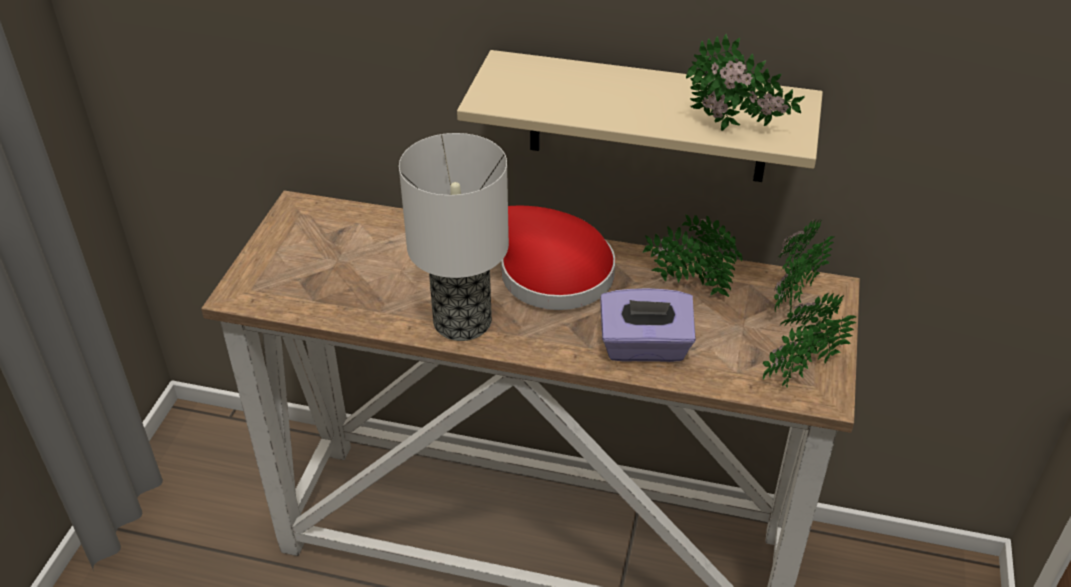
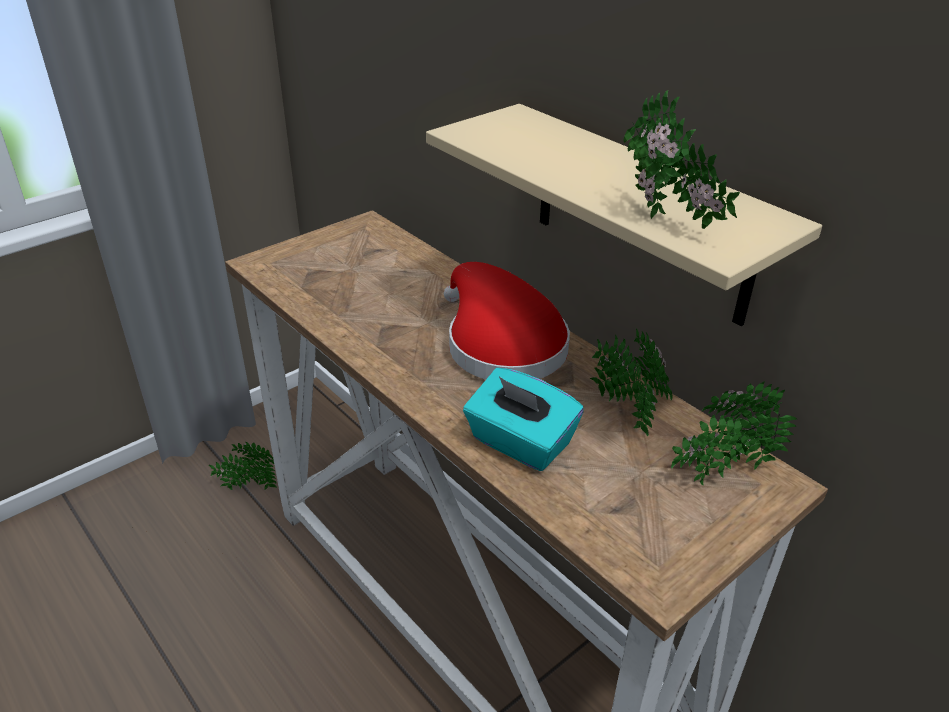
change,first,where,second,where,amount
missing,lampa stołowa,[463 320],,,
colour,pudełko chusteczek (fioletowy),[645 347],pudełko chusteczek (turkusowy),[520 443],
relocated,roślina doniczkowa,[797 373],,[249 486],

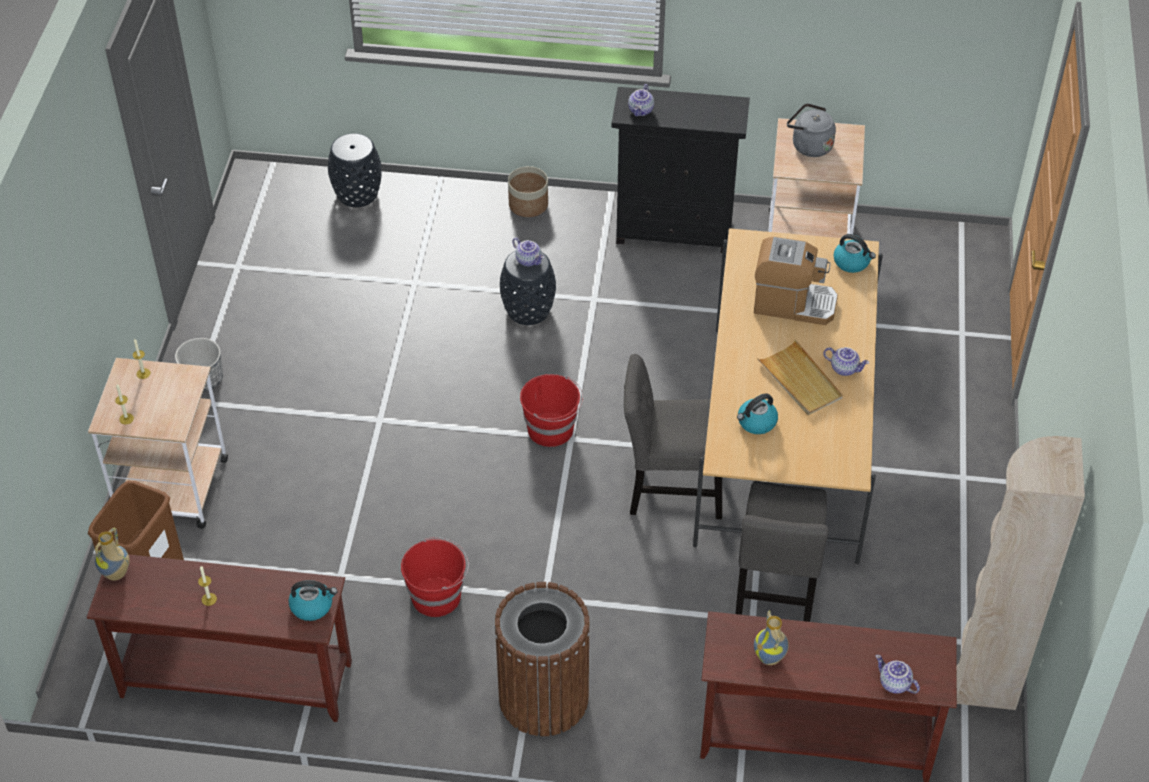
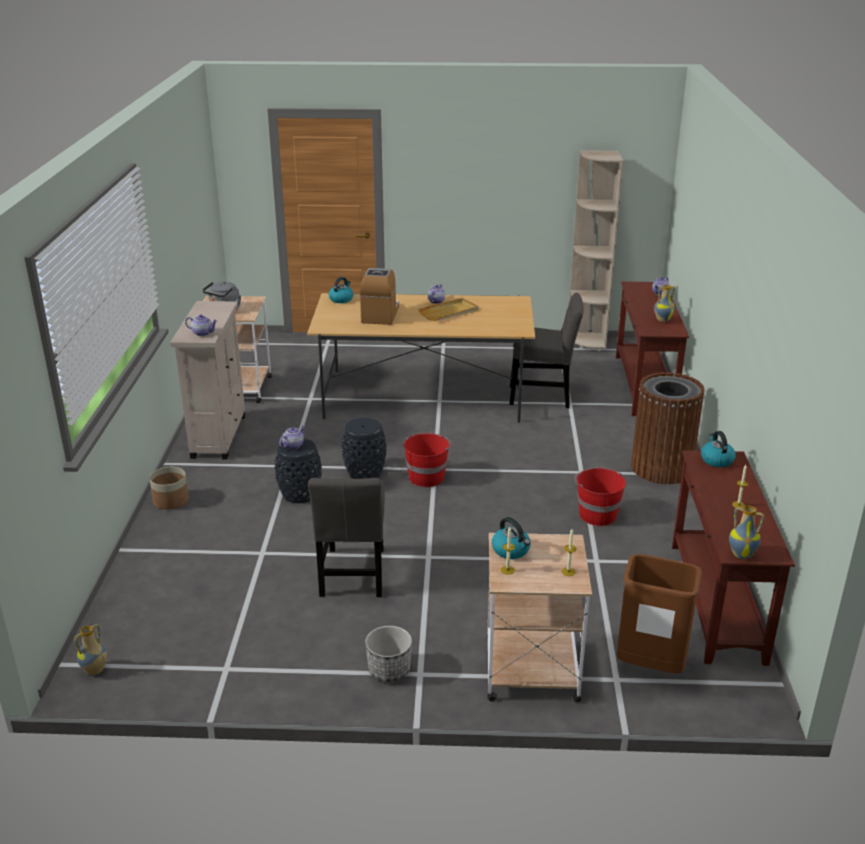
change,first,where,second,where,amount
colour,szafka (czarny),[675 231],szafka (beżowy),[218 436],
relocated,stołek (czarny),[357 194],,[364 472],
relocated,krzesło (szary),[671 490],,[353 576],
relocated,czajnik,[756 422],,[511 550],
appeared,,,wazon,[95 670],

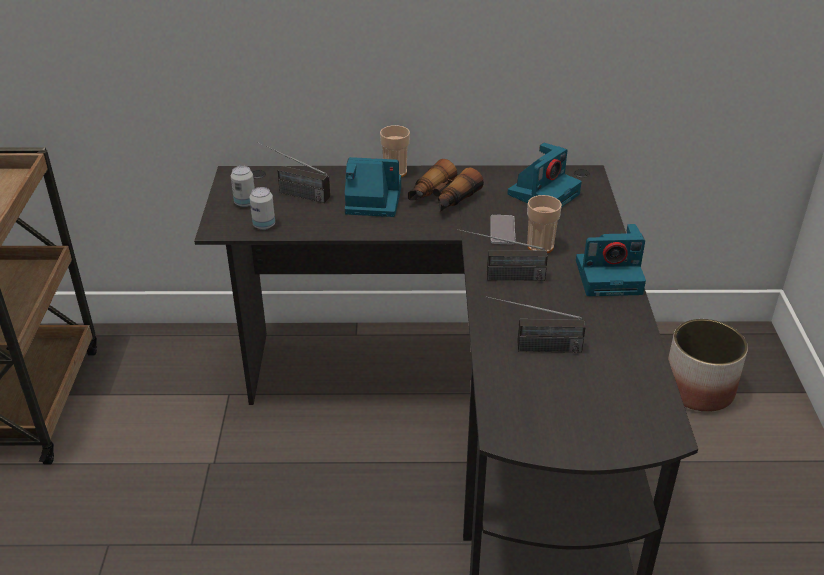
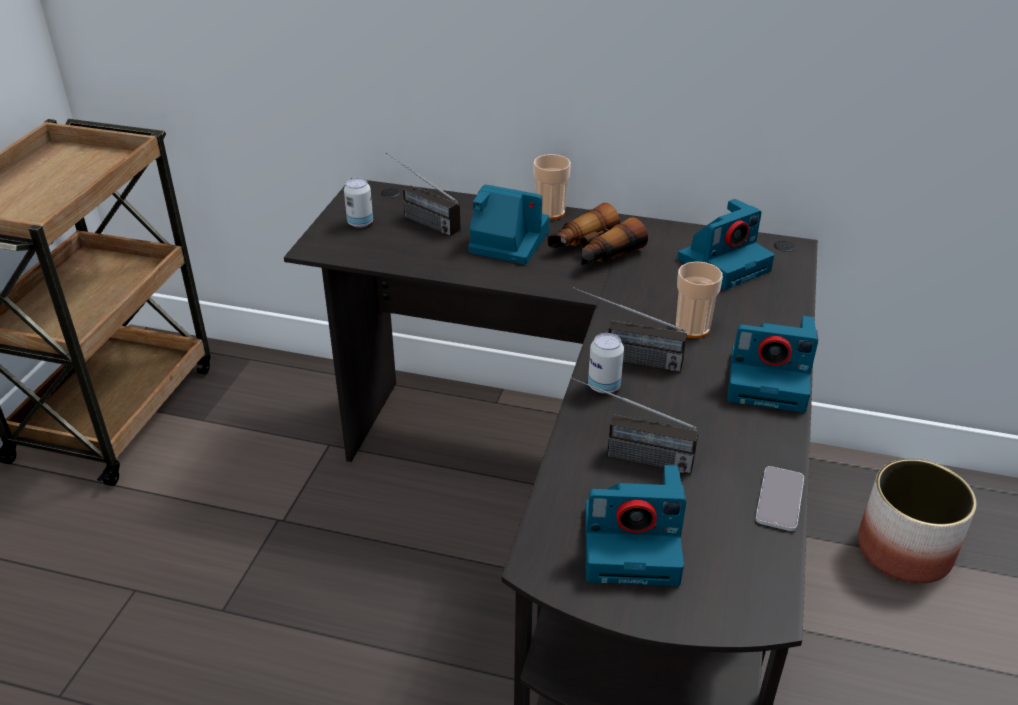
change,first,where,second,where,amount
relocated,puszka,[264 225],,[604 386],
relocated,telefon,[502 230],,[779 499],
appeared,,,aparat fotograficzny,[633 544],

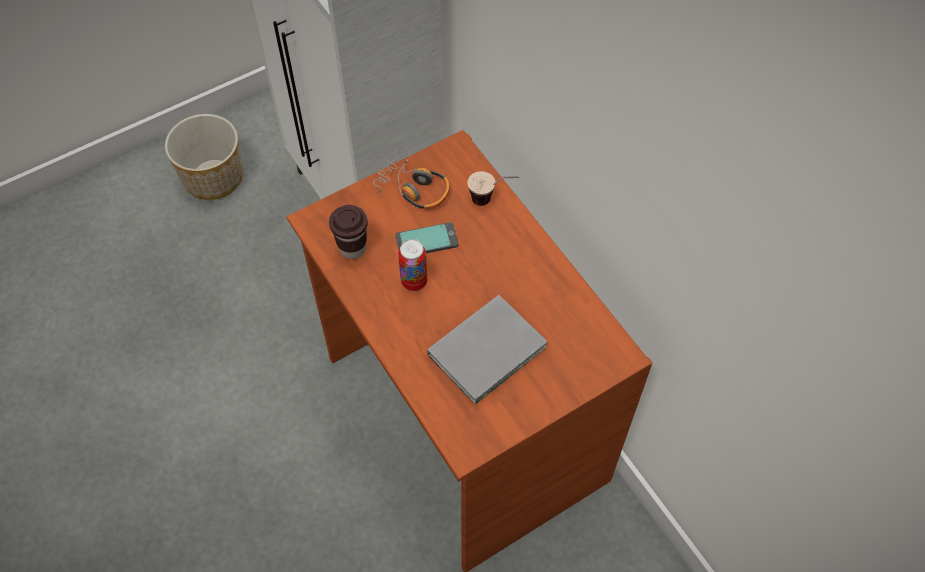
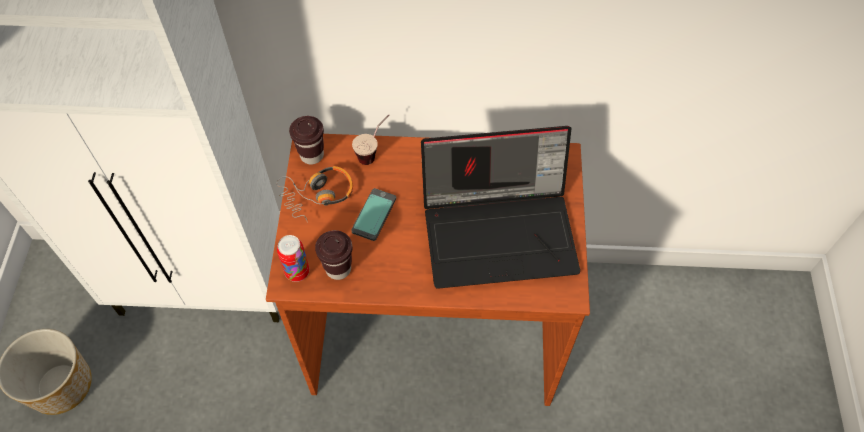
change,first,where,second,where,amount
relocated,puszka,[414 281],,[297 272],
exchanged,książka (szary),[490 350],laptop,[500 230],
appeared,,,filiżanka (brązowy),[312 155],

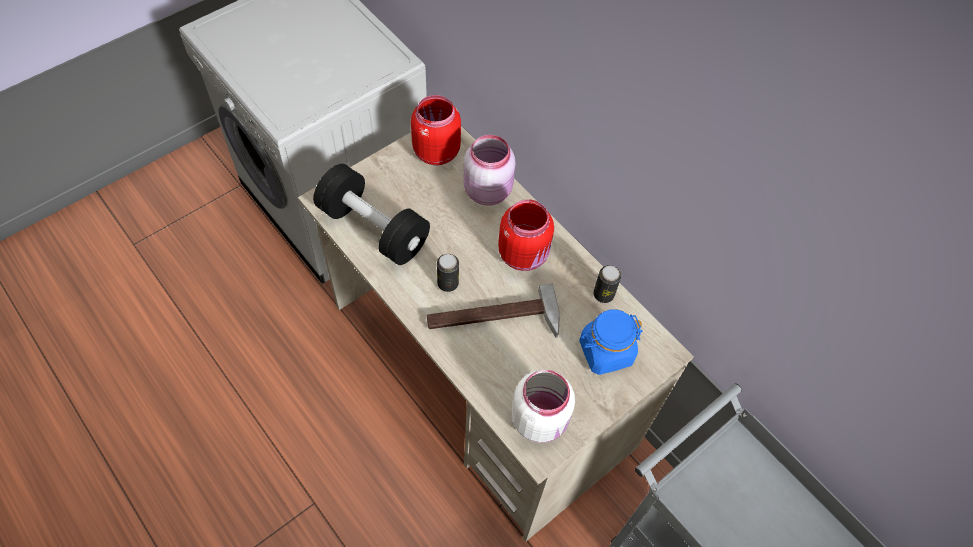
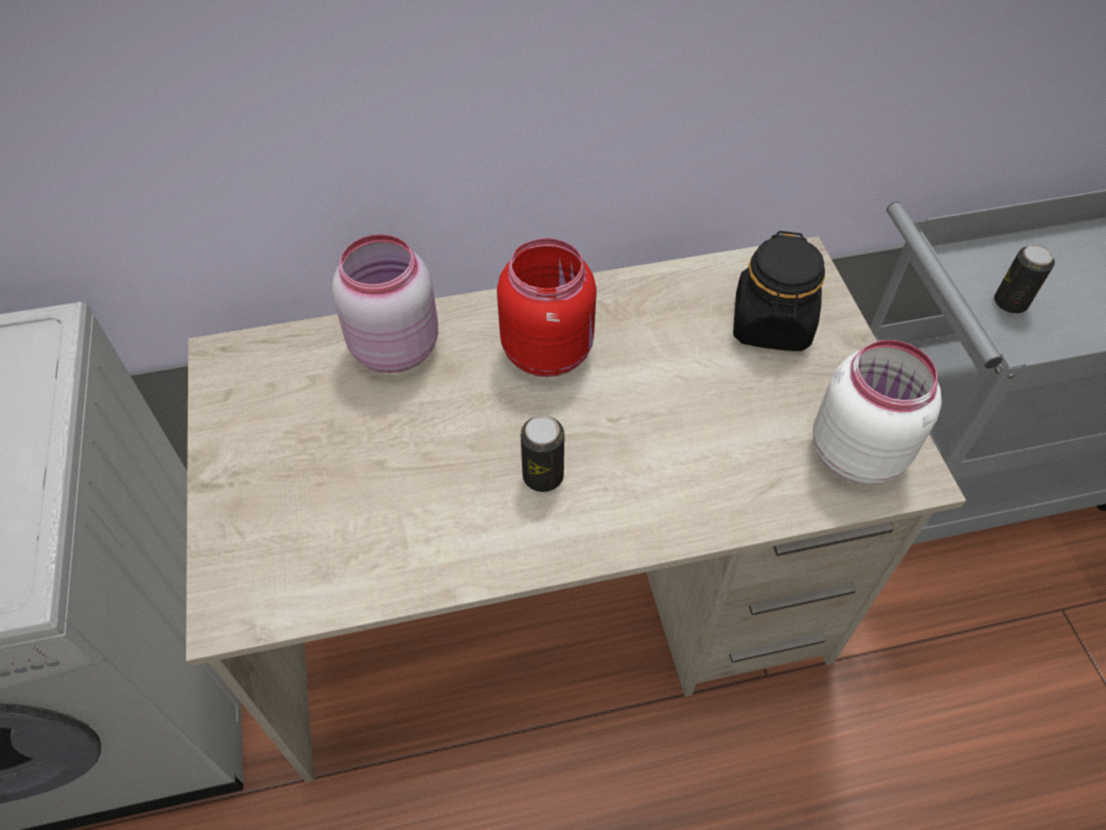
change,first,where,second,where,amount
missing,słoik (czerwony),[435 152],,,
missing,hantel (czarny),[373 228],,,
relocated,puszka,[603 294],,[1010 302],
missing,młotek,[493 321],,,
colour,słoik (niebieski),[605 352],słoik (czarny),[771 324],

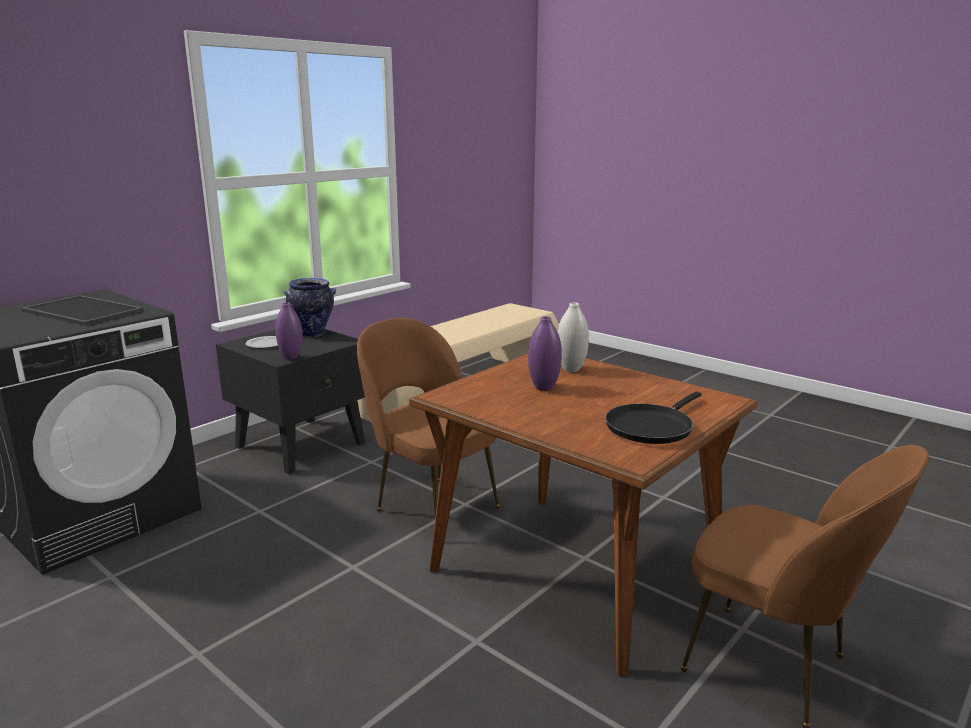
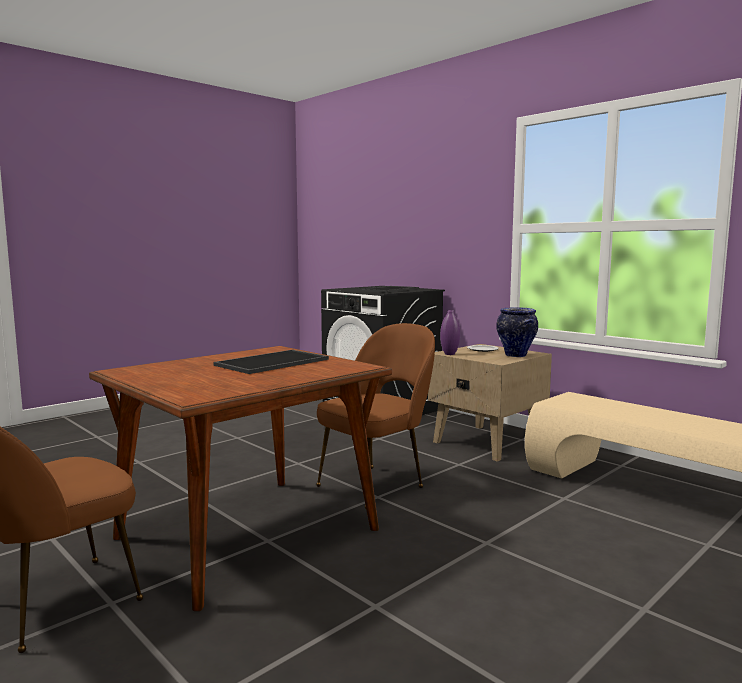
change,first,where,second,where,amount
missing,wazon (biały),[571 370],,,
exchanged,wazon (fioletowy),[544 388],taca,[272 362],
colour,szafka nocna (czarny),[301 444],szafka nocna (beżowy),[488 442],
missing,patelnia (czarny),[651 427],,,

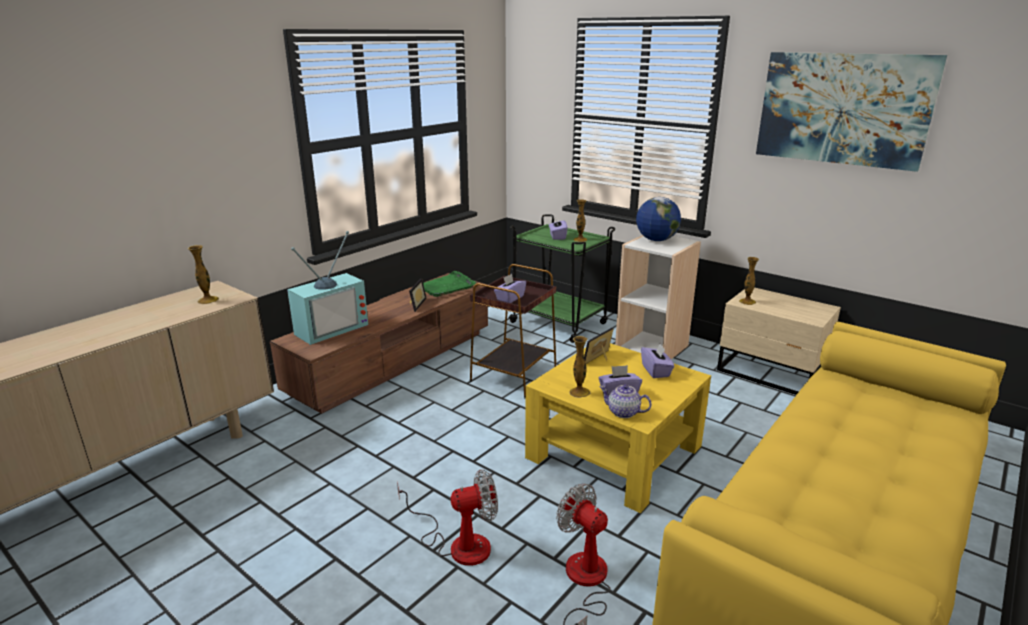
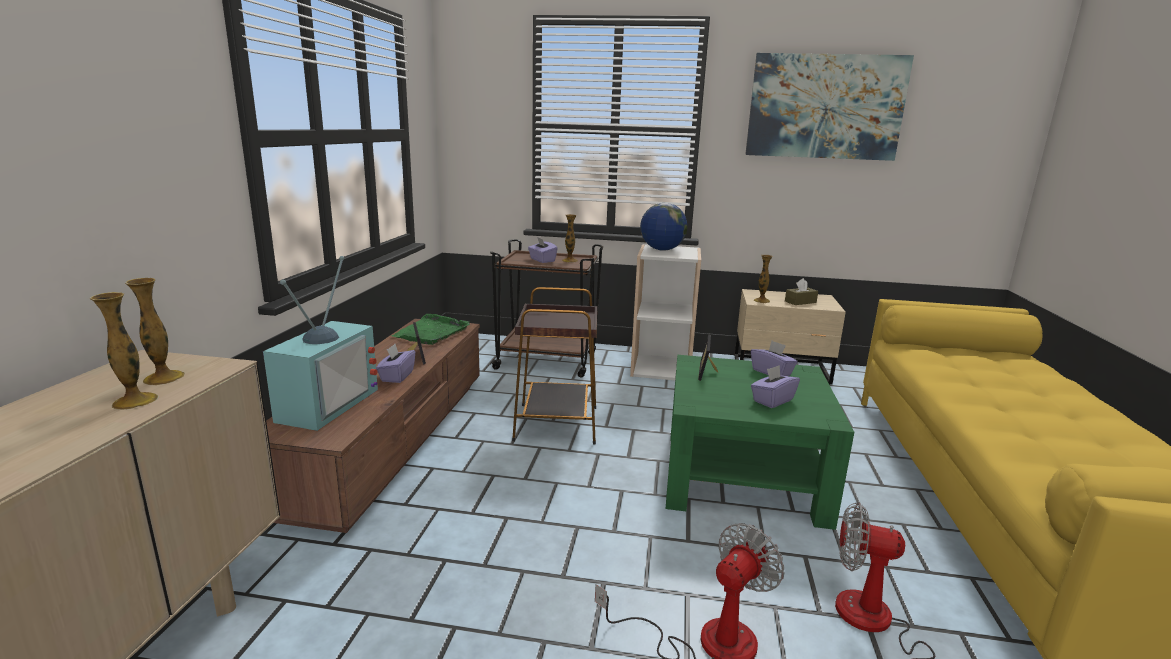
change,first,where,second,where,amount
colour,wózek (zielony),[559 323],wózek (brązowy),[547 361],
relocated,pudełko chusteczek (fioletowy),[510 298],,[397 376],
relocated,wazon,[579 392],,[135 401],
colour,ława (żółty),[614 452],ława (zielony),[742 475],
missing,imbryk,[623 412],,,
appeared,,,pudełko chusteczek (brązowy),[800 302],

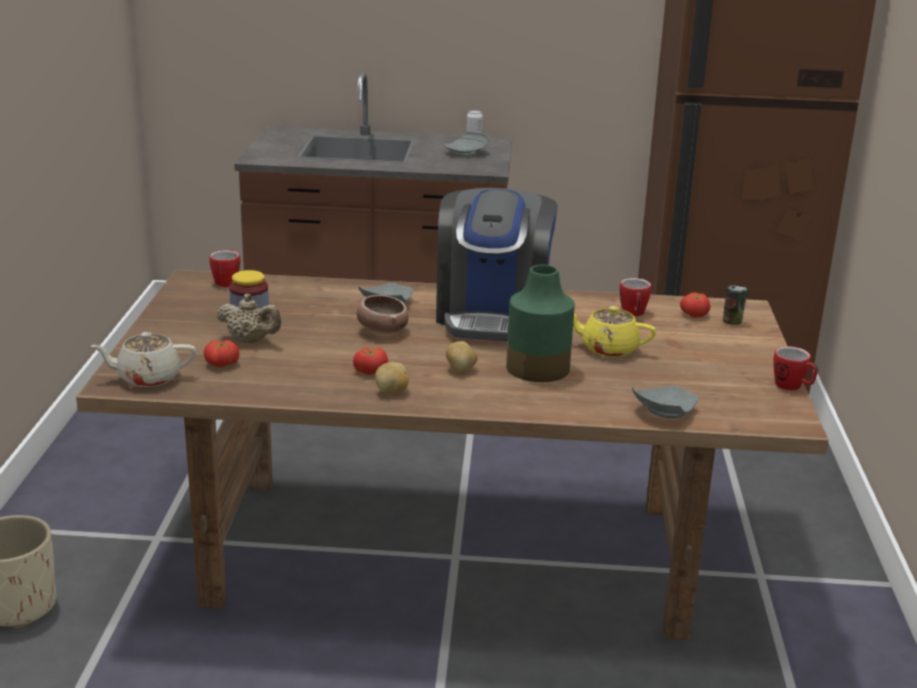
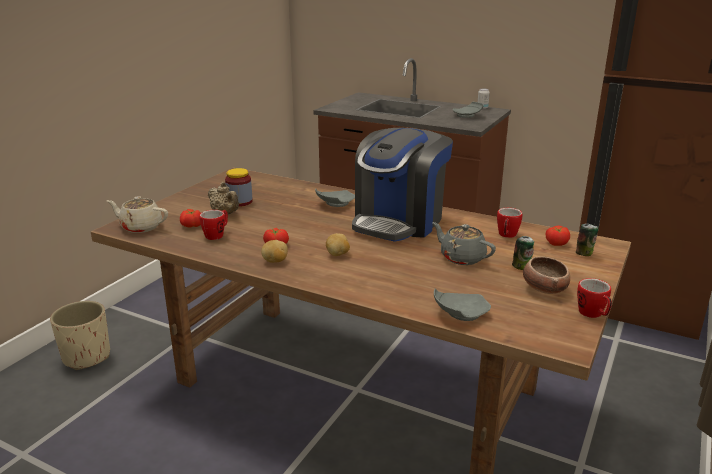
change,first,where,second,where,amount
relocated,kubek,[227 281],,[217 235],
missing,wazon (zielony),[537 368],,,
relocated,miska,[382 331],,[544 288],
colour,imbryk (żółty),[608 349],imbryk (szary),[461 257],
appeared,,,puszka,[522 267],

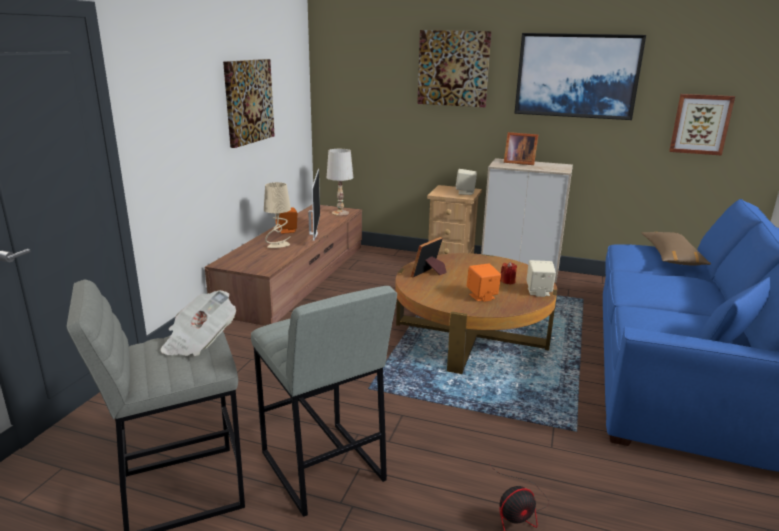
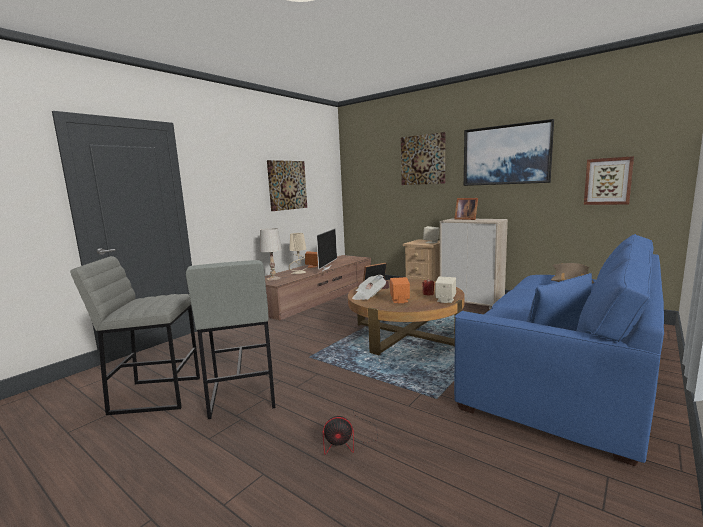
change,first,where,second,where,amount
relocated,lampa stołowa (biały),[340 213],,[273 279],
relocated,gazeta,[199 341],,[368 296],

